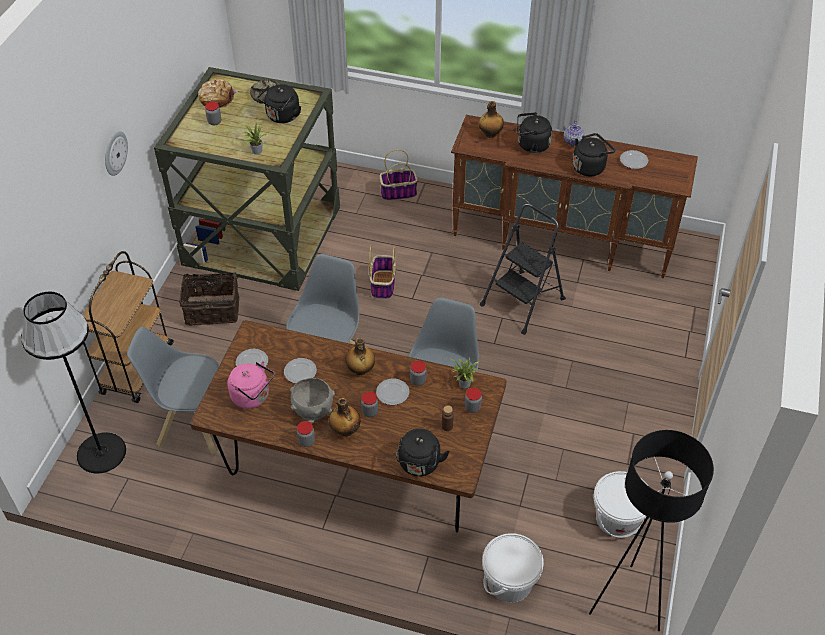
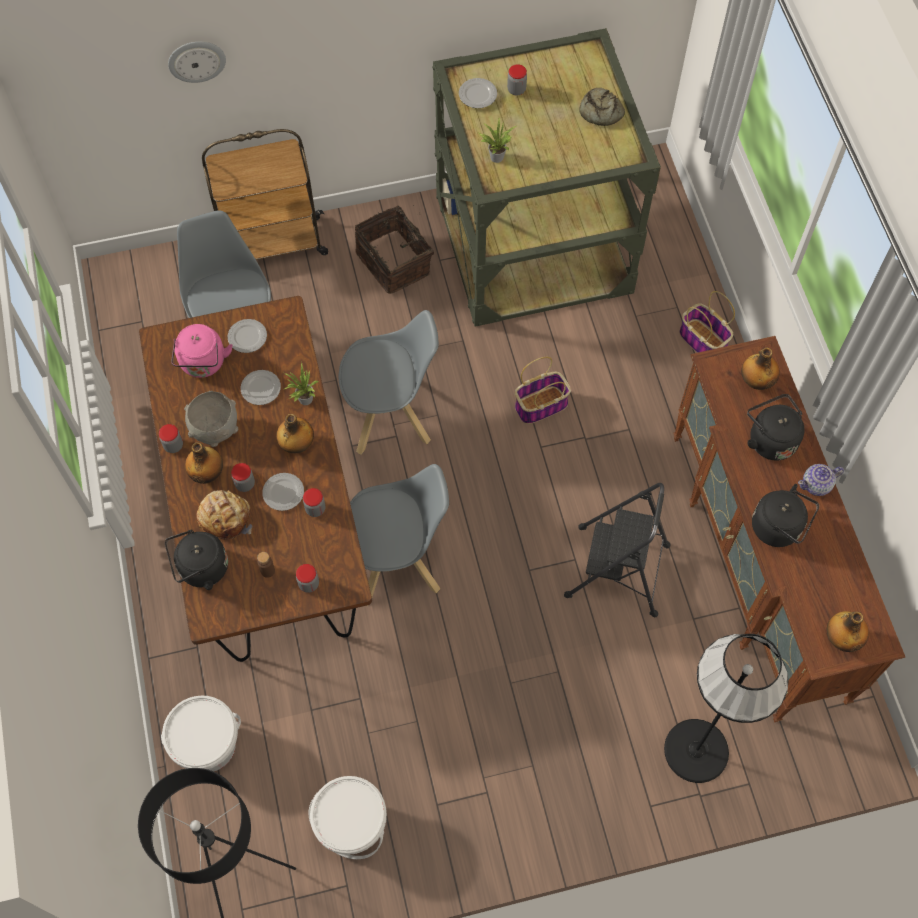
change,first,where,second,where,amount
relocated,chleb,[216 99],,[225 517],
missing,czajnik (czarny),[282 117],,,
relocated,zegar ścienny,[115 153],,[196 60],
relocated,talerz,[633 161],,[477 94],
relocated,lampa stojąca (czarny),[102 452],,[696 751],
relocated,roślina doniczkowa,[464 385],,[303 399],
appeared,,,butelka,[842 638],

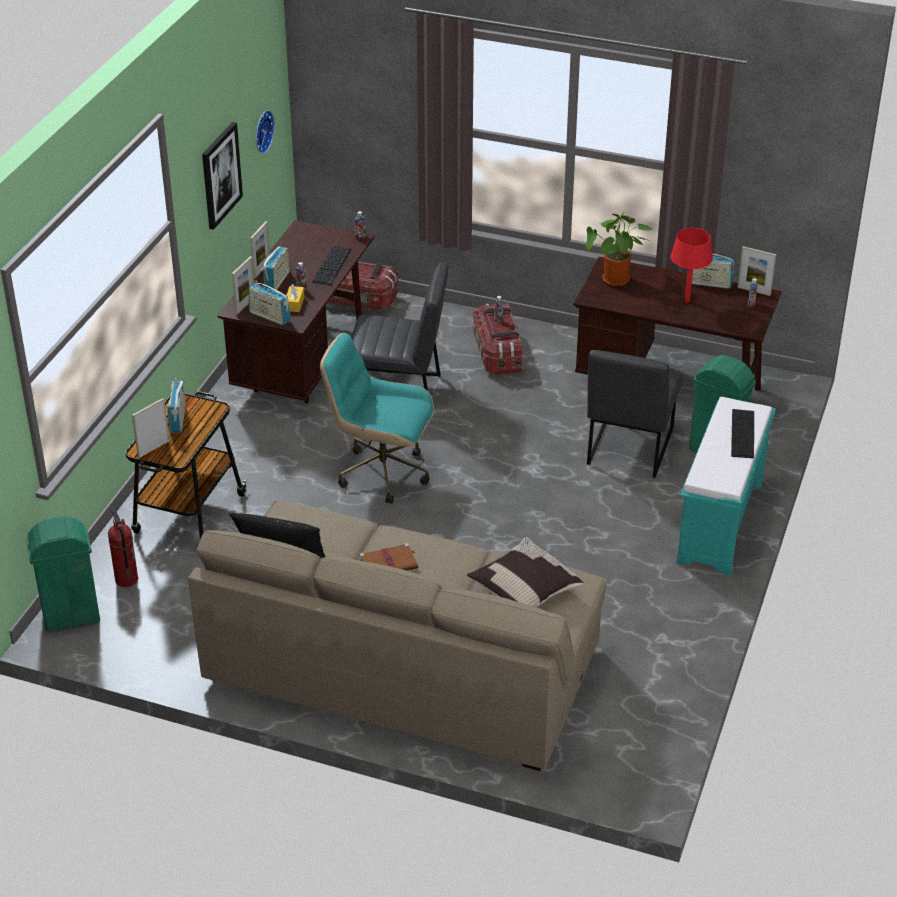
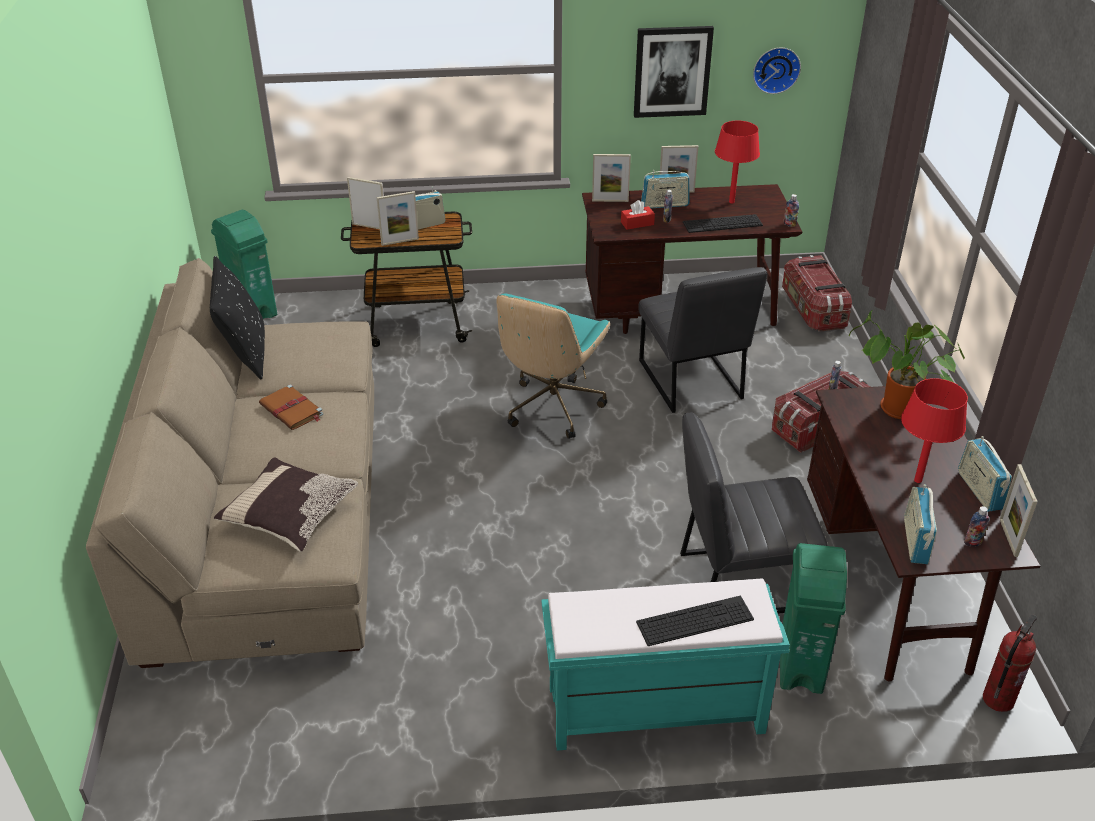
change,first,where,second,where,amount
relocated,radio,[269 317],,[915 541],
colour,pudełko chusteczek (żółty),[294 304],pudełko chusteczek (czerwony),[637 223],
spun,krzesło biurowe (turkusowy),[380 473],,[552 410],150 degrees counterclockwise
relocated,gaśnica,[126 579],,[997 699],
appeared,,,lampa stołowa (czerwony),[732 202],
appeared,,,ramka na zdjęcie,[400 241],

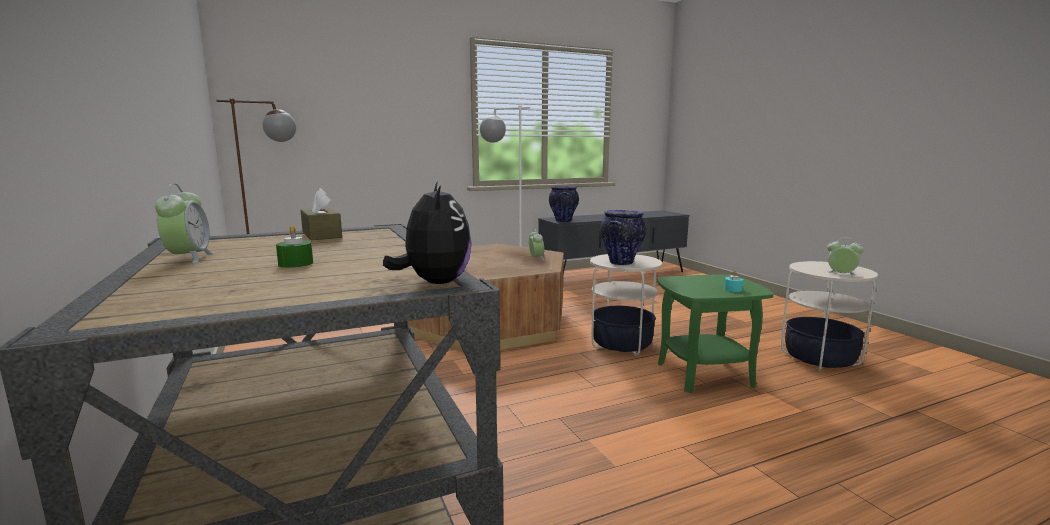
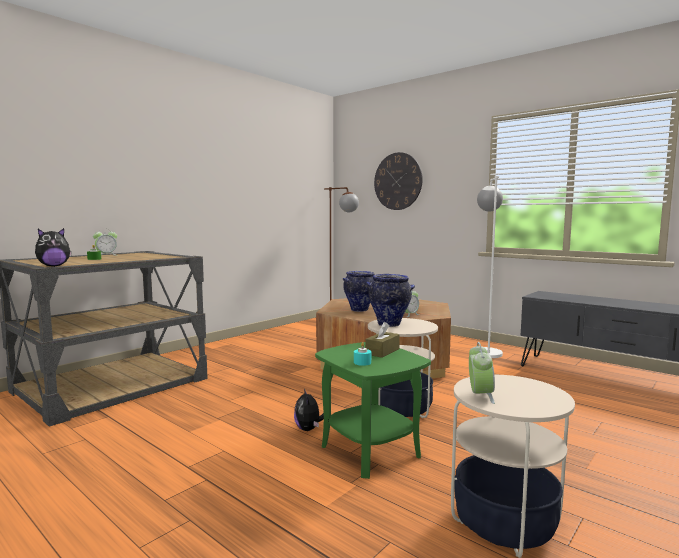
change,first,where,second,where,amount
relocated,wazon,[563 221],,[360 310],
relocated,pudełko chusteczek (brązowy),[321 235],,[382 351],
appeared,,,zegar ścienny,[398 181],
appeared,,,pluszak,[308 429],

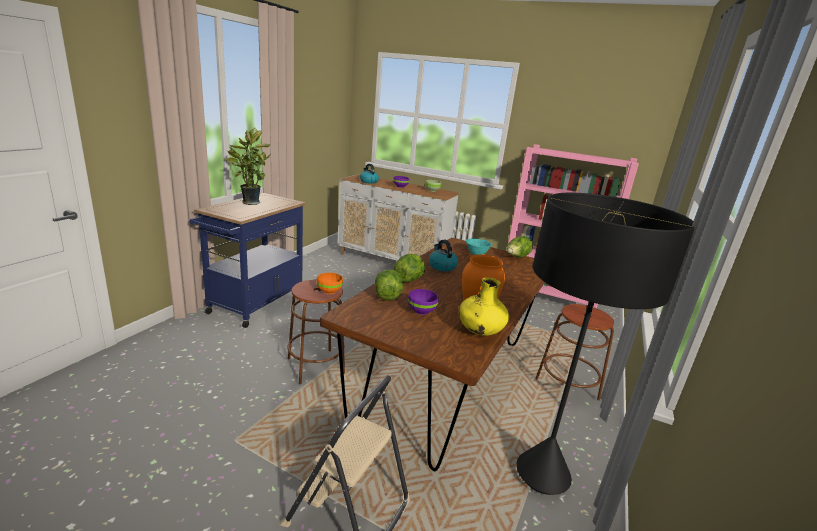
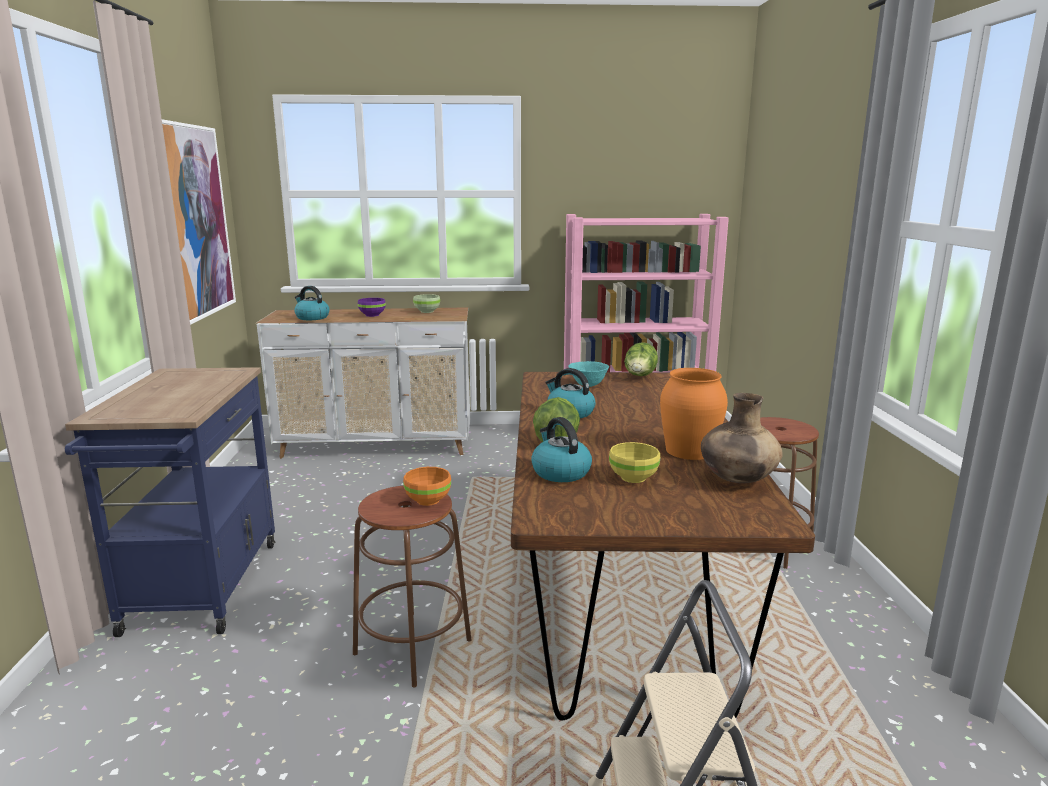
change,first,where,second,where,amount
missing,roślina doniczkowa,[249 202],,,
missing,lampa stojąca (czarny),[541 477],,,
exchanged,sałata,[387 295],czajnik,[560 472],
colour,wazon (żółty),[479 331],wazon (brązowy),[737 480],
colour,miska (fioletowy),[421 311],miska (żółty),[632 478],
appeared,,,obraz,[194 222],

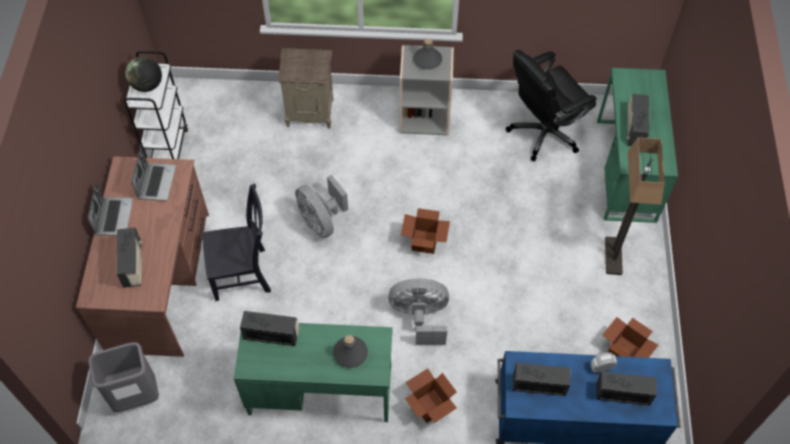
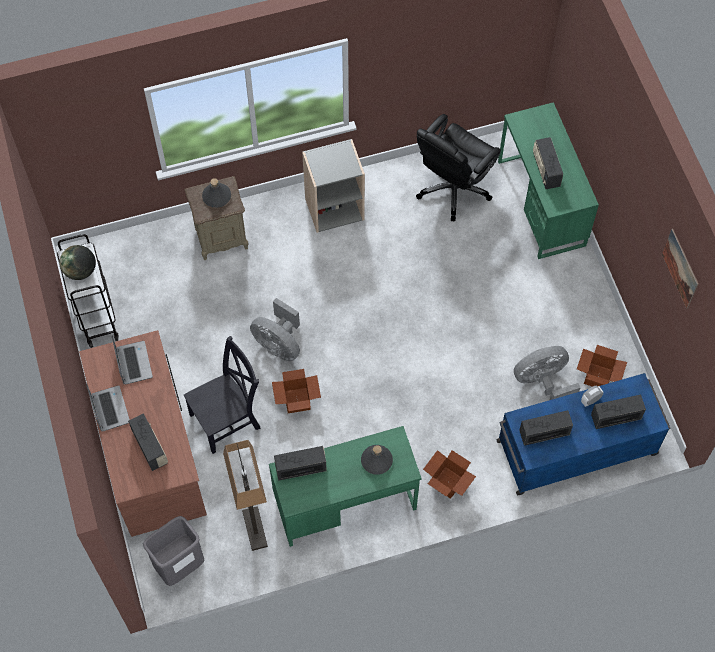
change,first,where,second,where,amount
relocated,butelka (szary),[427 60],,[216 196],
relocated,lampa stojąca,[613 256],,[255 529],
relocated,karton,[424 241],,[297 400],
relocated,wentylator (szary),[420 317],,[543 382],
appeared,,,obraz,[680 268],

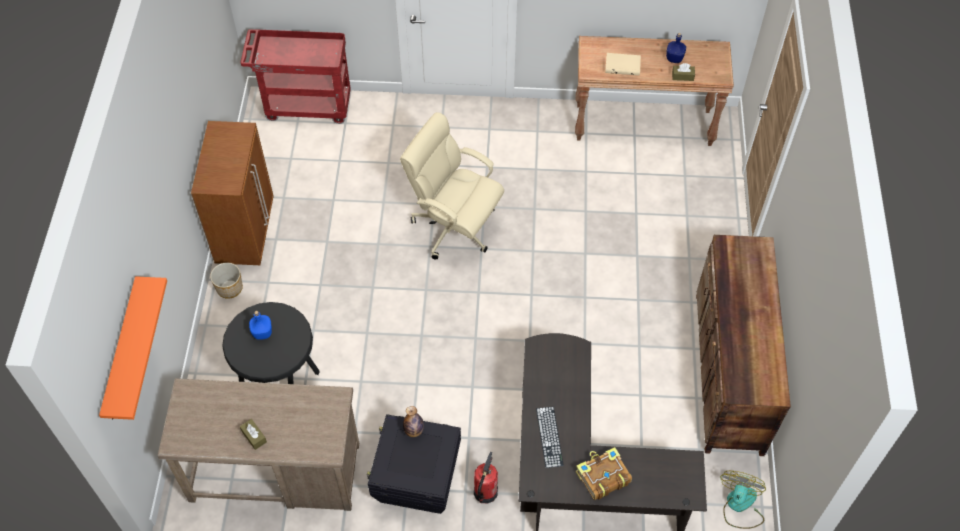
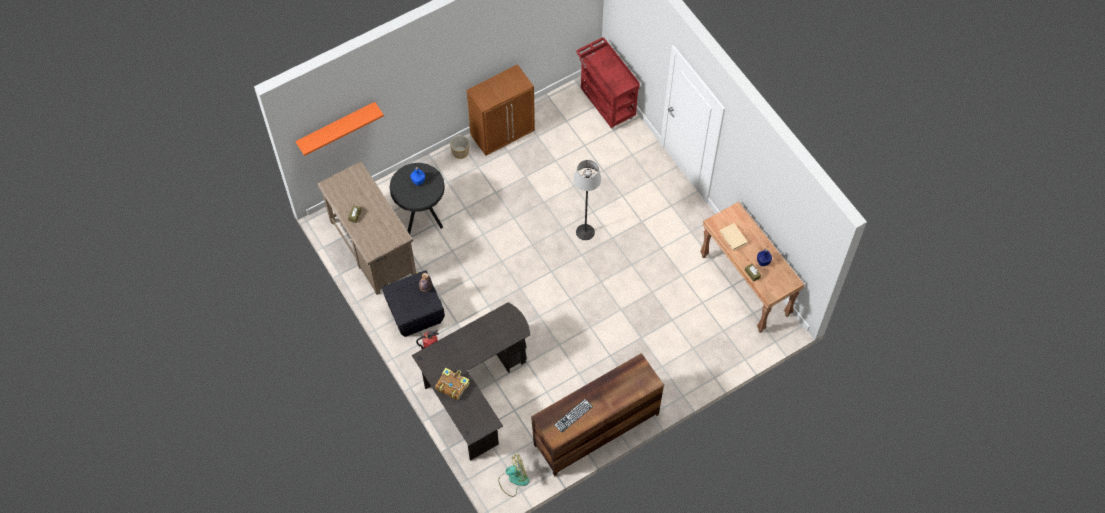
change,first,where,second,where,amount
exchanged,krzesło biurowe (beżowy),[454 227],lampa stojąca,[585 232],
relocated,klawiatura,[549 437],,[573 415],

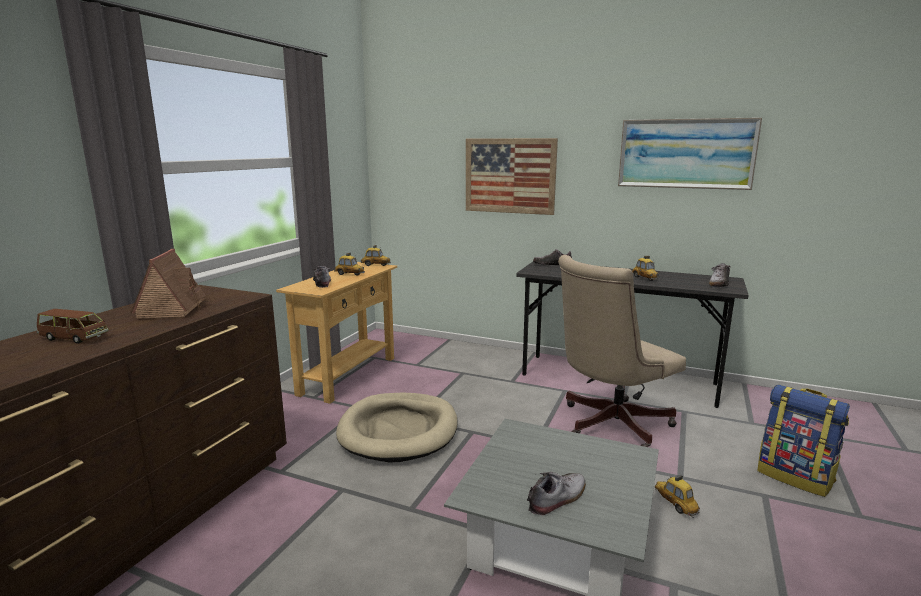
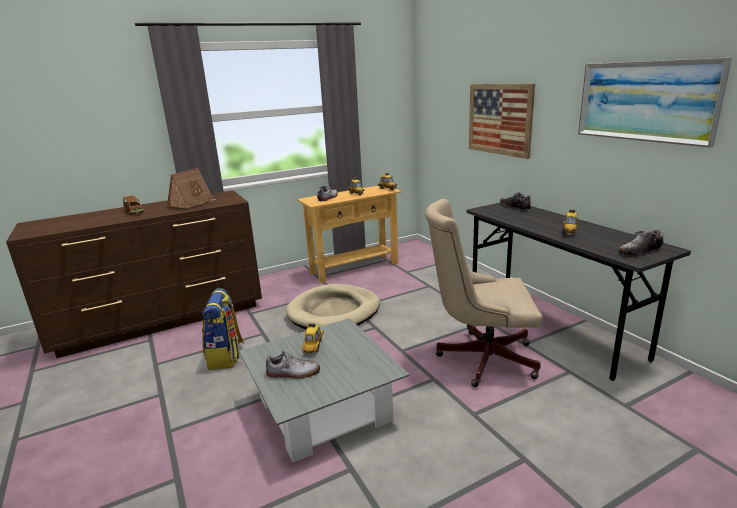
change,first,where,second,where,amount
relocated,plecak,[795 476],,[226 357],
relocated,samochodzik,[675 504],,[314 346],

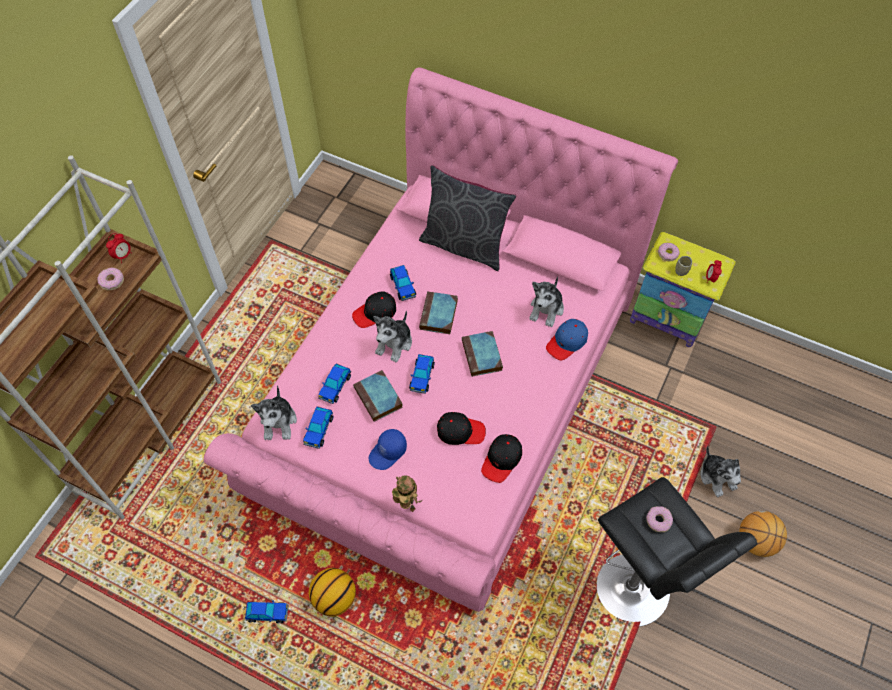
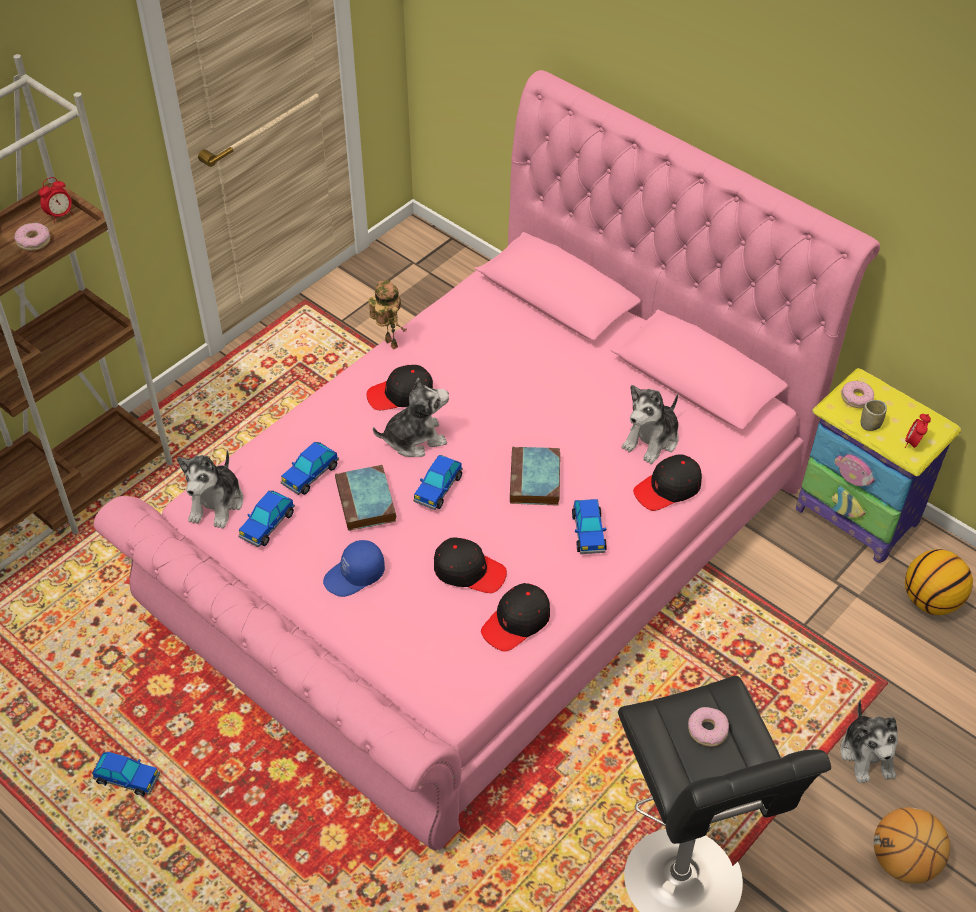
change,first,where,second,where,amount
missing,poduszka (szary),[464 245],,,
relocated,samochodzik,[403 286],,[588 532],
missing,książka,[439 316],,,
spun,pluszak,[394 343],,[414 438],150 degrees counterclockwise
colour,czapka z daszkiem (niebieski),[567 342],czapka z daszkiem (czarny),[668 489],
relocated,robot zabawkowy,[407 507],,[388 344],
relocated,piłka do koszykówki,[335 598],,[931 600],

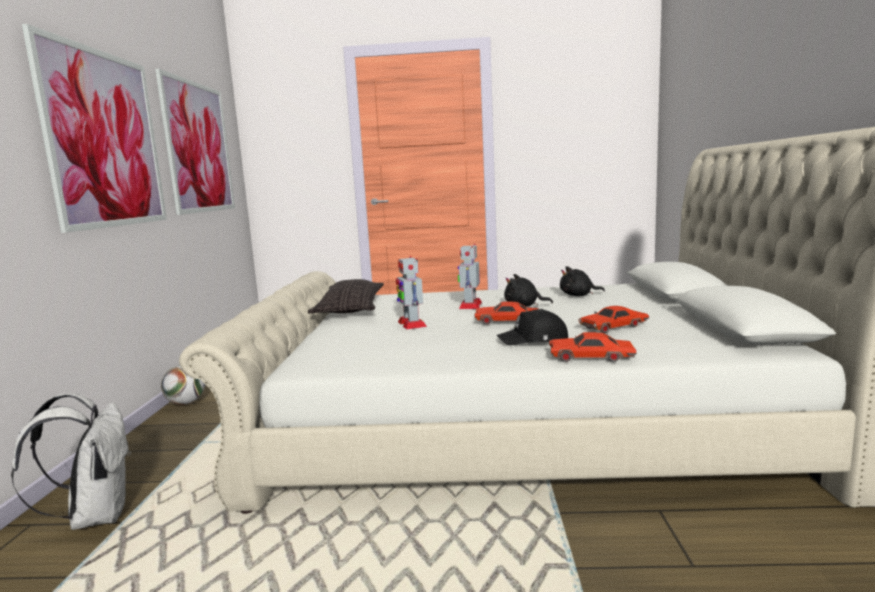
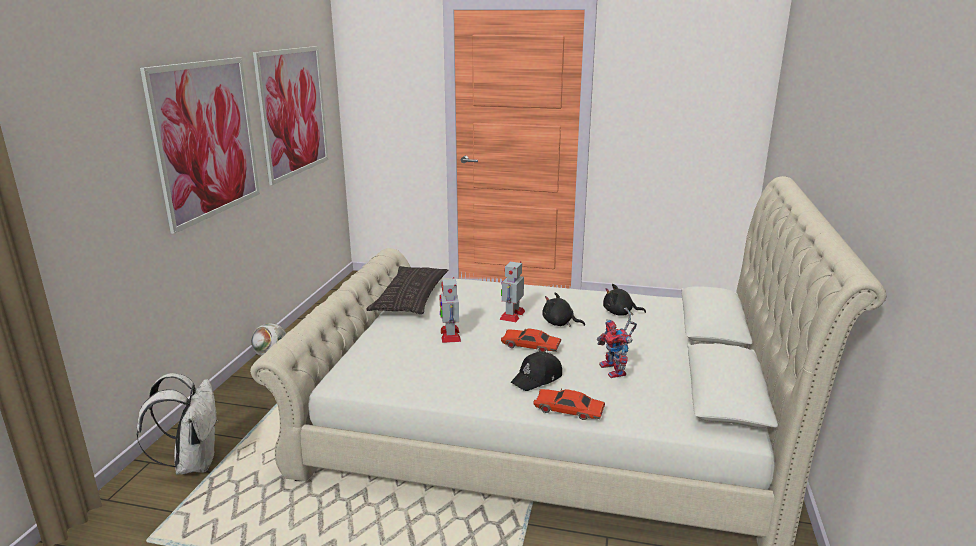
change,first,where,second,where,amount
exchanged,samochodzik (czerwony),[614 327],robot zabawkowy,[616 371],
spun,czapka z daszkiem (czarny),[534 340],,[537 378],45 degrees counterclockwise

